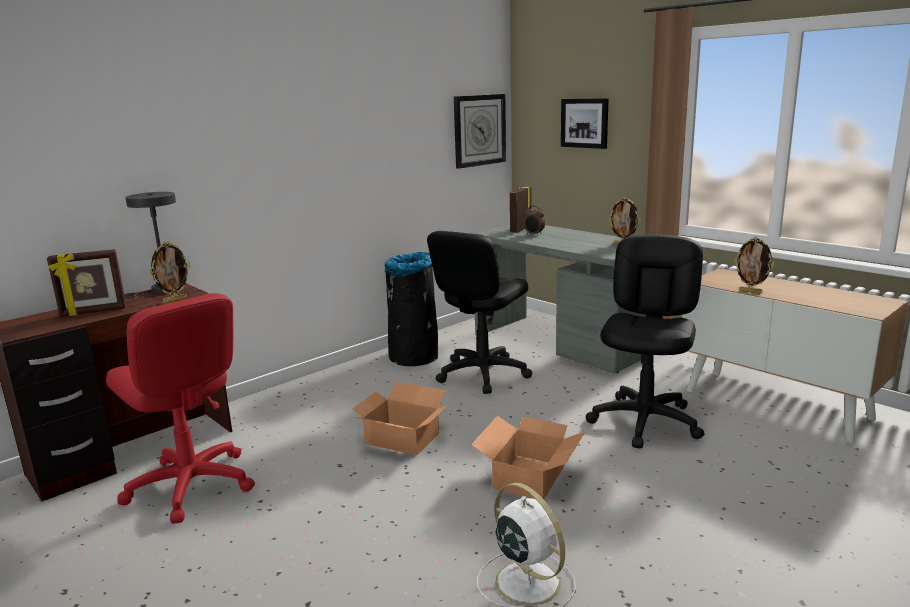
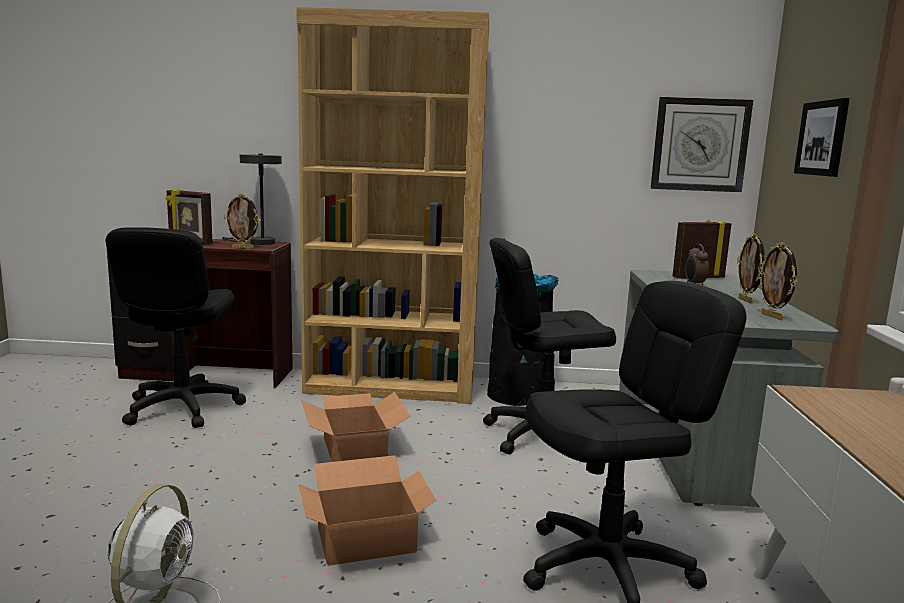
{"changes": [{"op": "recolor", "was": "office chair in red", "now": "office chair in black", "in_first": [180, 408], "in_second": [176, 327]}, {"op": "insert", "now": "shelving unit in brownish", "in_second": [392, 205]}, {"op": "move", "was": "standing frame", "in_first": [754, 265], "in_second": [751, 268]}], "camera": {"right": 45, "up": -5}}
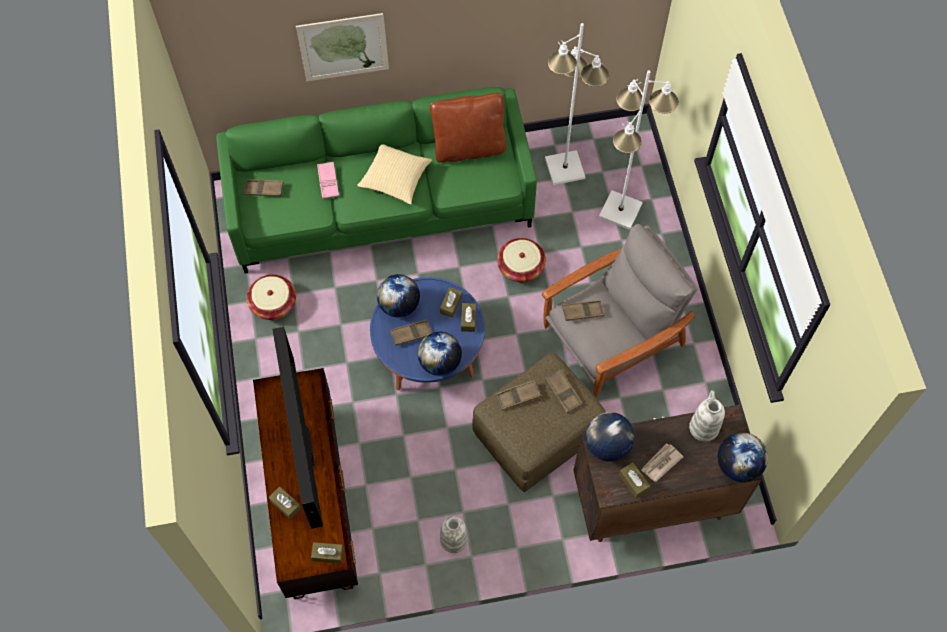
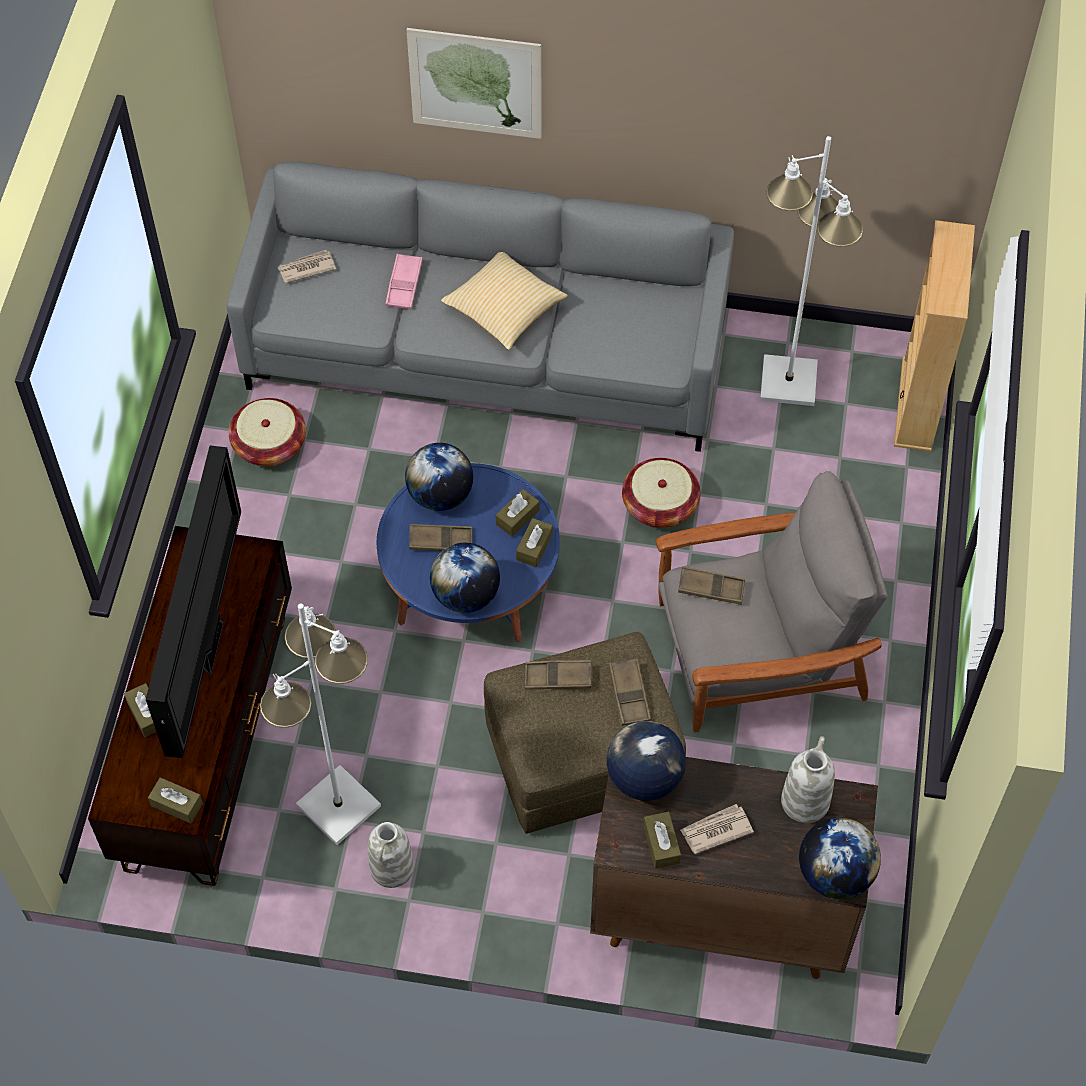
{"changes": [{"op": "recolor", "was": "couch in green-coloured", "now": "couch in gray", "in_first": [376, 180], "in_second": [480, 307]}, {"op": "move", "was": "standing lamp in white-coloured", "in_first": [639, 150], "in_second": [320, 724]}, {"op": "replace", "was": "serving tray in brownish", "now": "printed paper", "in_first": [263, 188], "in_second": [307, 266]}, {"op": "insert", "now": "shelving unit in beige-coloured", "in_second": [934, 336]}, {"op": "delete", "was": "throw pillow in brownish", "in_first": [468, 128]}], "camera": {"right": 20, "up": -5}}
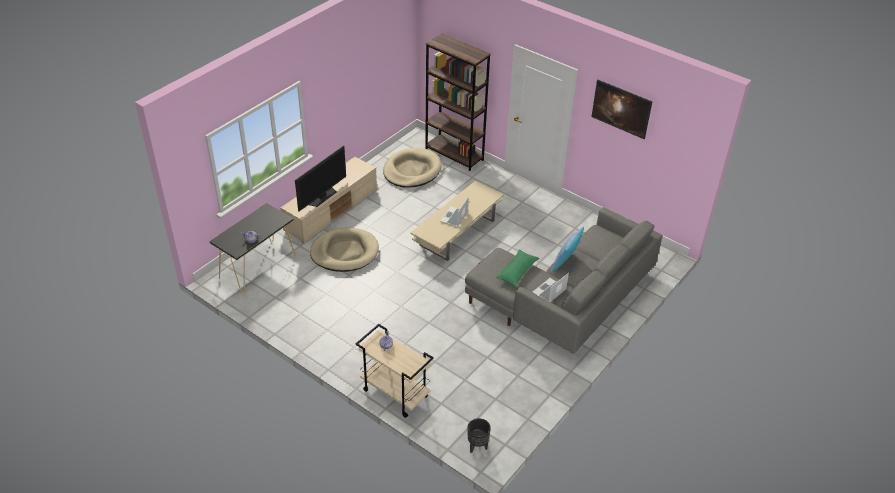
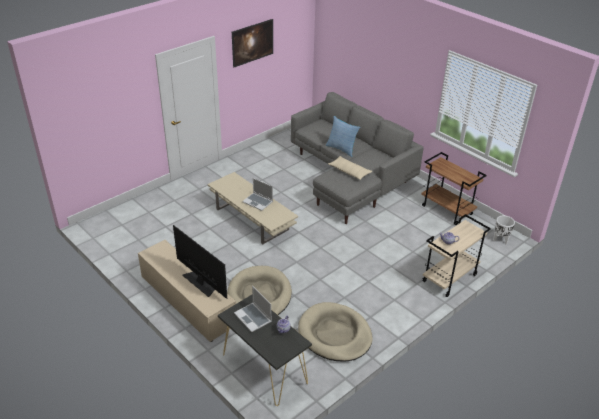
{"changes": [{"op": "move", "was": "portable computer", "in_first": [551, 287], "in_second": [253, 309]}, {"op": "move", "was": "pet bed in beige-coloured", "in_first": [412, 168], "in_second": [335, 331]}, {"op": "recolor", "was": "throw pillow in green-coloured", "now": "throw pillow in beige-coloured", "in_first": [517, 268], "in_second": [350, 168]}, {"op": "insert", "now": "wheeled cart in brownish", "in_second": [454, 188]}, {"op": "recolor", "was": "planter in black", "now": "planter in white-coloured", "in_first": [479, 435], "in_second": [504, 230]}, {"op": "delete", "was": "shelving unit in brownish", "in_first": [458, 102]}], "camera": {"right": -80, "up": -5}}
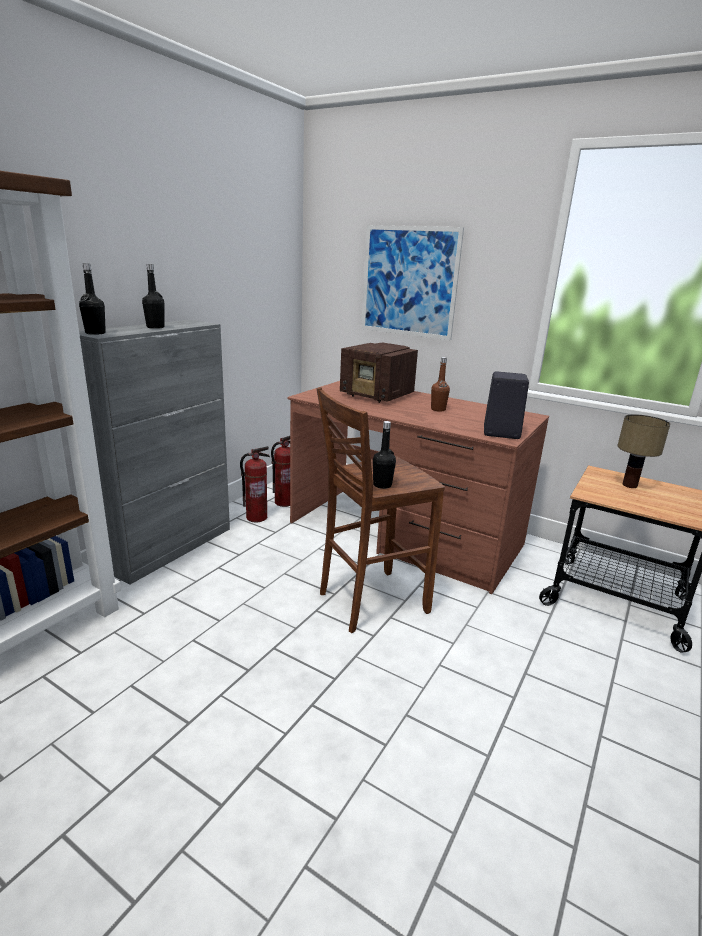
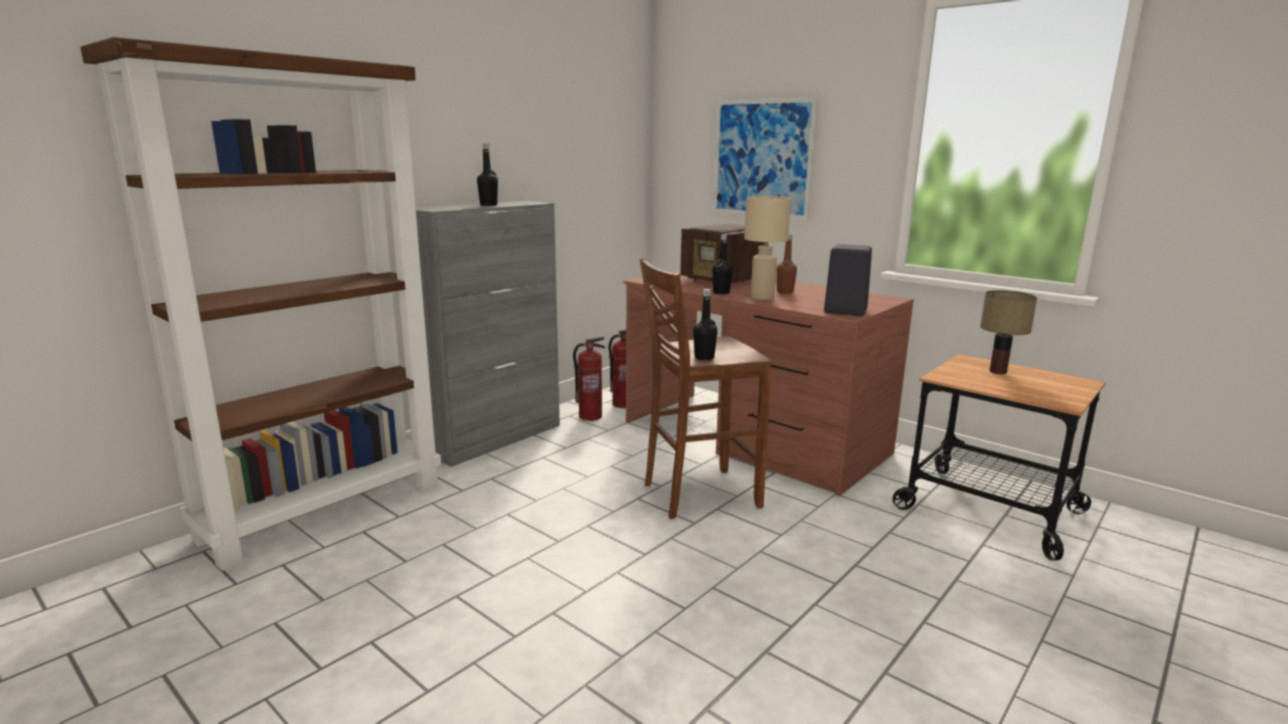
{"changes": [{"op": "move", "was": "bottle in black", "in_first": [92, 299], "in_second": [722, 264]}, {"op": "insert", "now": "table lamp in beige-coloured", "in_second": [767, 248]}], "camera": {"right": 10, "up": -5}}
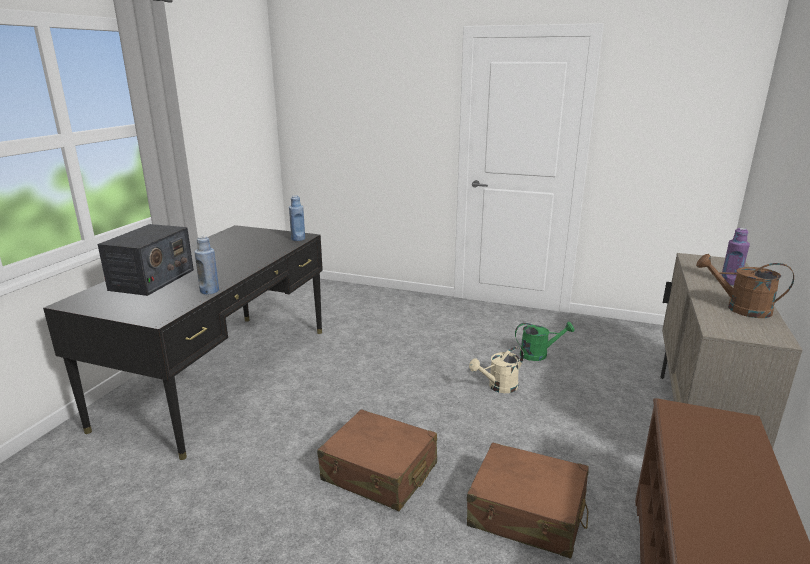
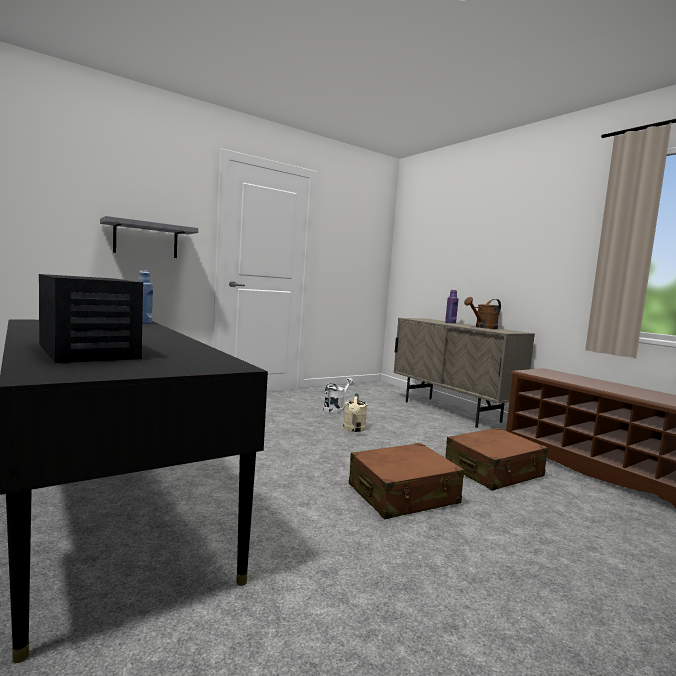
{"changes": [{"op": "insert", "now": "bracket shelf in gray", "in_second": [149, 237]}, {"op": "recolor", "was": "watering can in green-coloured", "now": "watering can in white-coloured", "in_first": [544, 341], "in_second": [338, 395]}, {"op": "delete", "was": "bottle in bluish", "in_first": [207, 265]}], "camera": {"right": -55, "up": -15}}
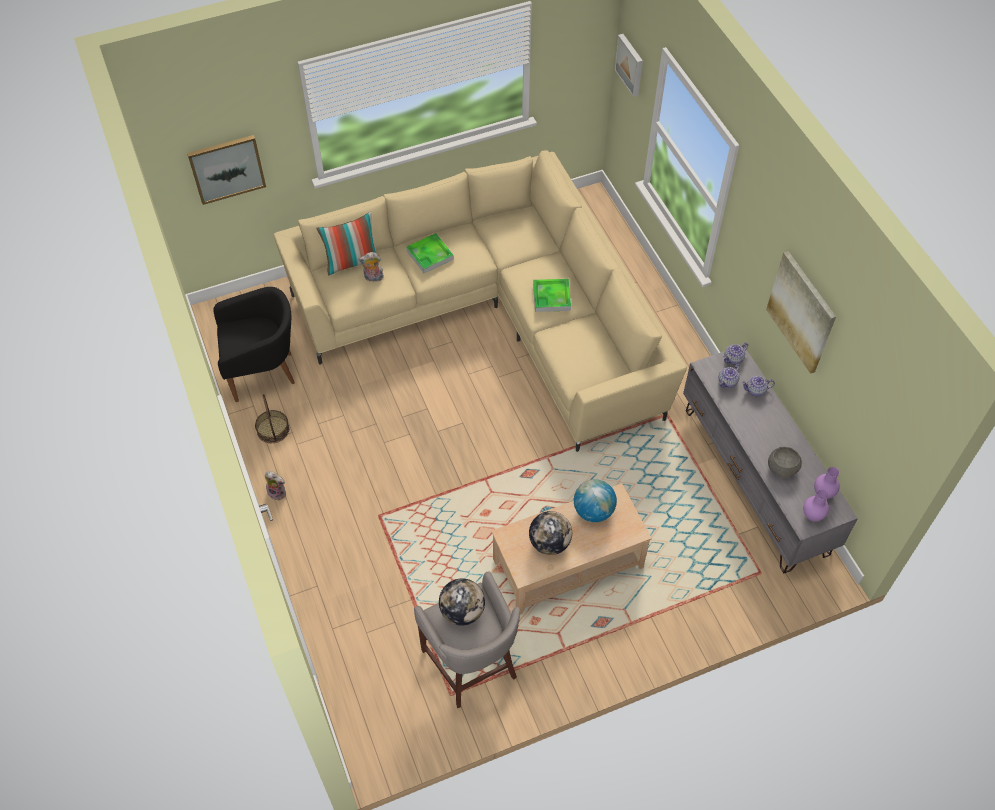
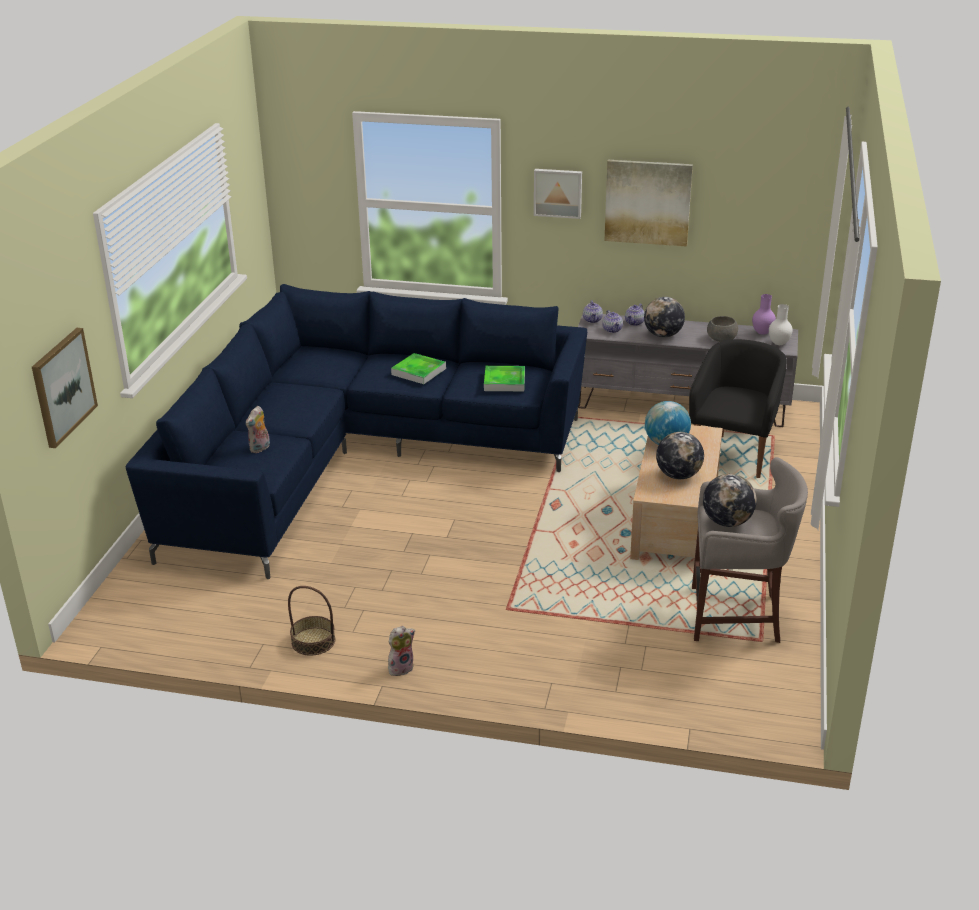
{"changes": [{"op": "recolor", "was": "couch in beige-coloured", "now": "couch in bluish", "in_first": [480, 301], "in_second": [356, 431]}, {"op": "move", "was": "serving tray", "in_first": [430, 253], "in_second": [504, 378]}, {"op": "move", "was": "wall picture", "in_first": [629, 65], "in_second": [558, 194]}, {"op": "insert", "now": "globe", "in_second": [664, 317]}, {"op": "move", "was": "easy chair in black", "in_first": [254, 344], "in_second": [738, 408]}, {"op": "recolor", "was": "flower vase in purple", "now": "flower vase in white-coloured", "in_first": [816, 505], "in_second": [781, 324]}, {"op": "delete", "was": "throw pillow", "in_first": [348, 243]}], "camera": {"right": -55, "up": -25}}
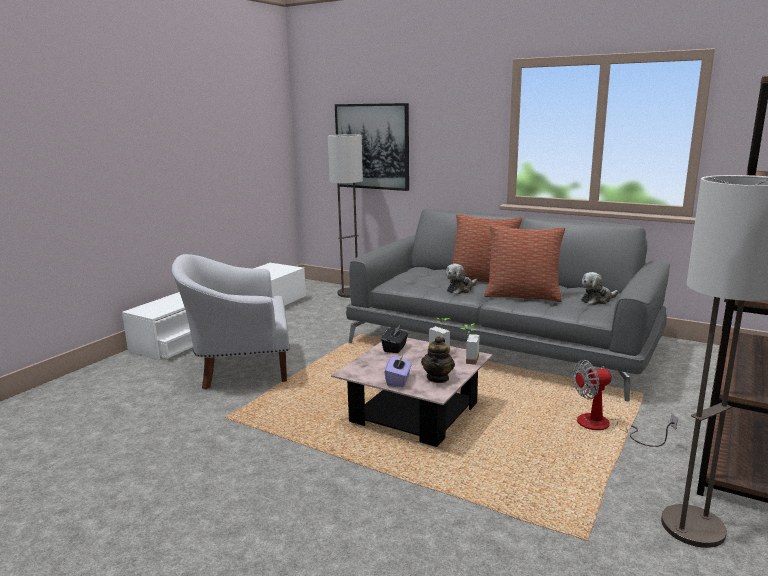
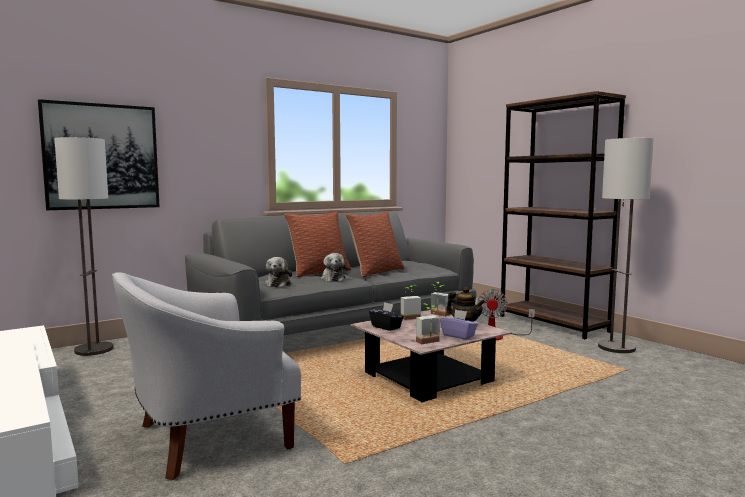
{"changes": [{"op": "rotate", "was": "easy chair in white-coloured", "in_first": [231, 322], "in_second": [206, 376], "clockwise": 45}, {"op": "move", "was": "soft toy", "in_first": [599, 288], "in_second": [278, 272]}, {"op": "insert", "now": "plant in a pot", "in_second": [428, 324]}], "camera": {"right": -65, "up": -10}}
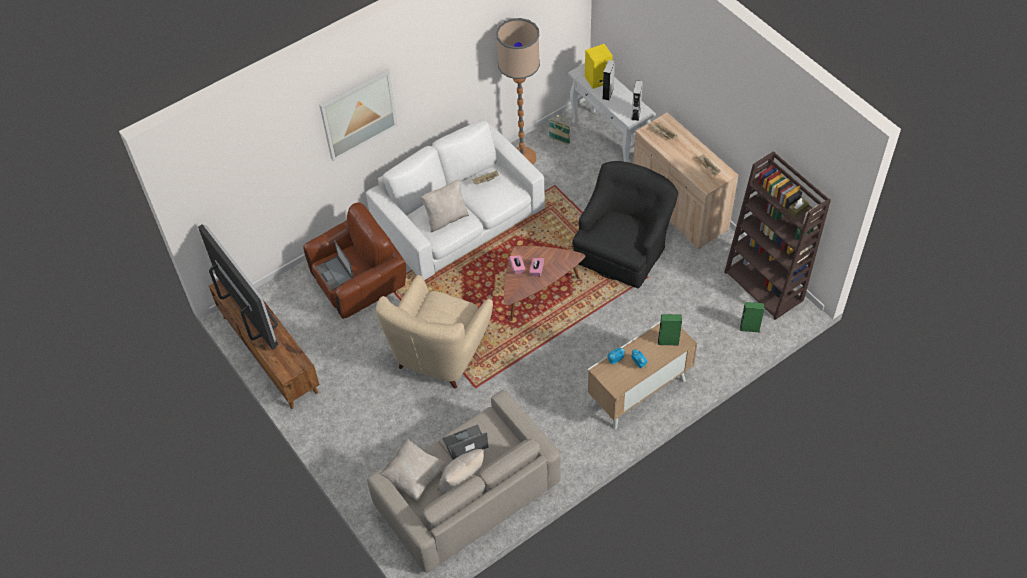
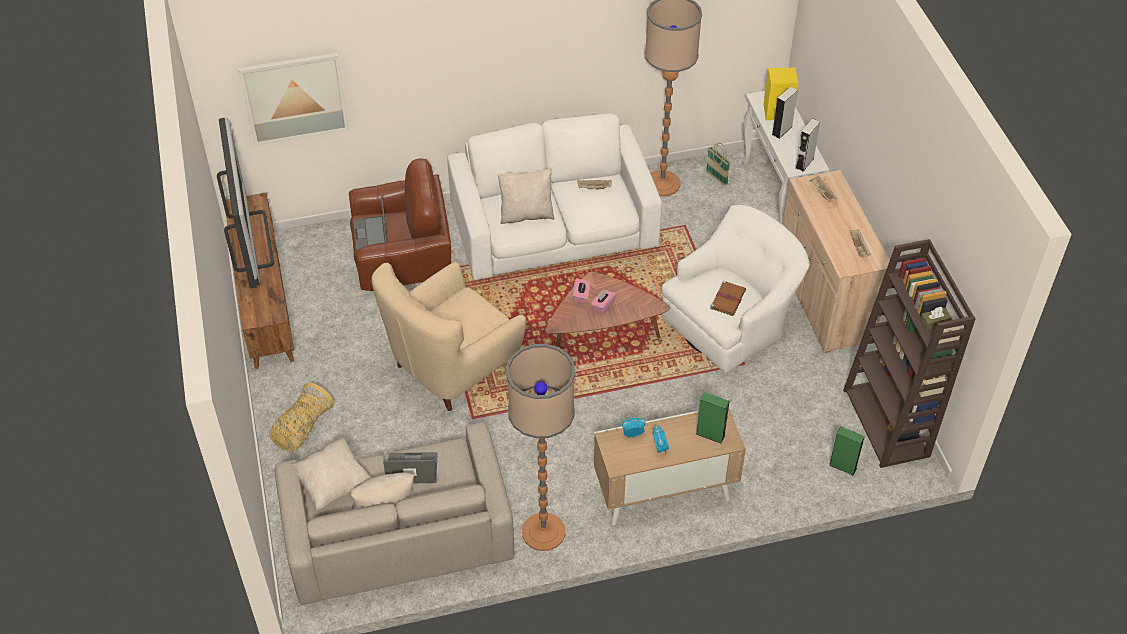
{"changes": [{"op": "move", "was": "wall picture", "in_first": [358, 115], "in_second": [293, 99]}, {"op": "insert", "now": "storage basket", "in_second": [301, 417]}, {"op": "insert", "now": "standing lamp", "in_second": [540, 447]}, {"op": "recolor", "was": "easy chair in black", "now": "easy chair in white-coloured", "in_first": [625, 224], "in_second": [735, 289]}, {"op": "insert", "now": "bound book in brownish", "in_second": [728, 298]}], "camera": {"right": 20, "up": -5}}
